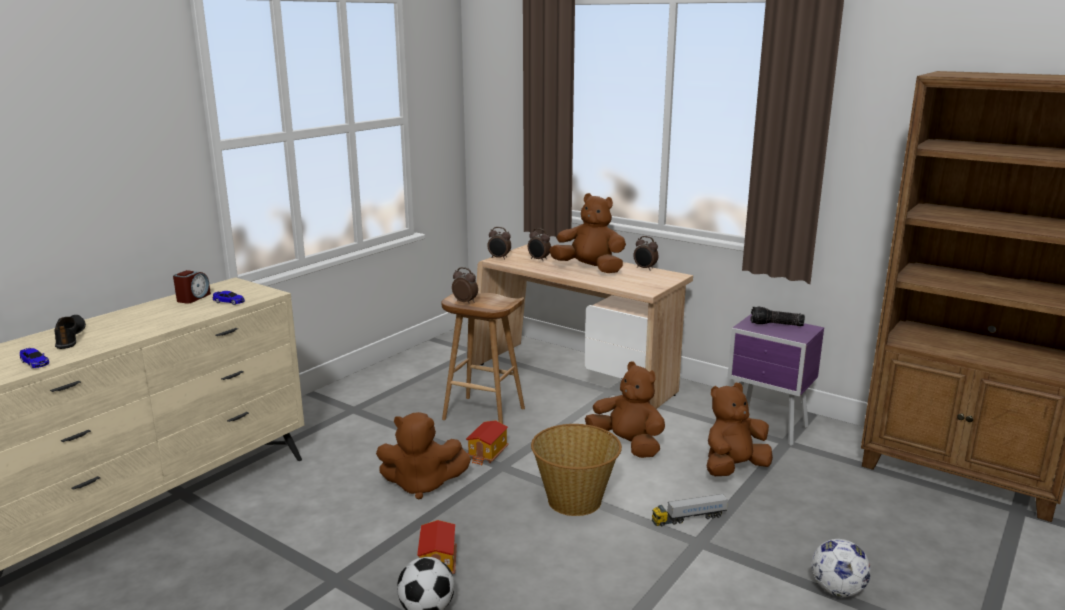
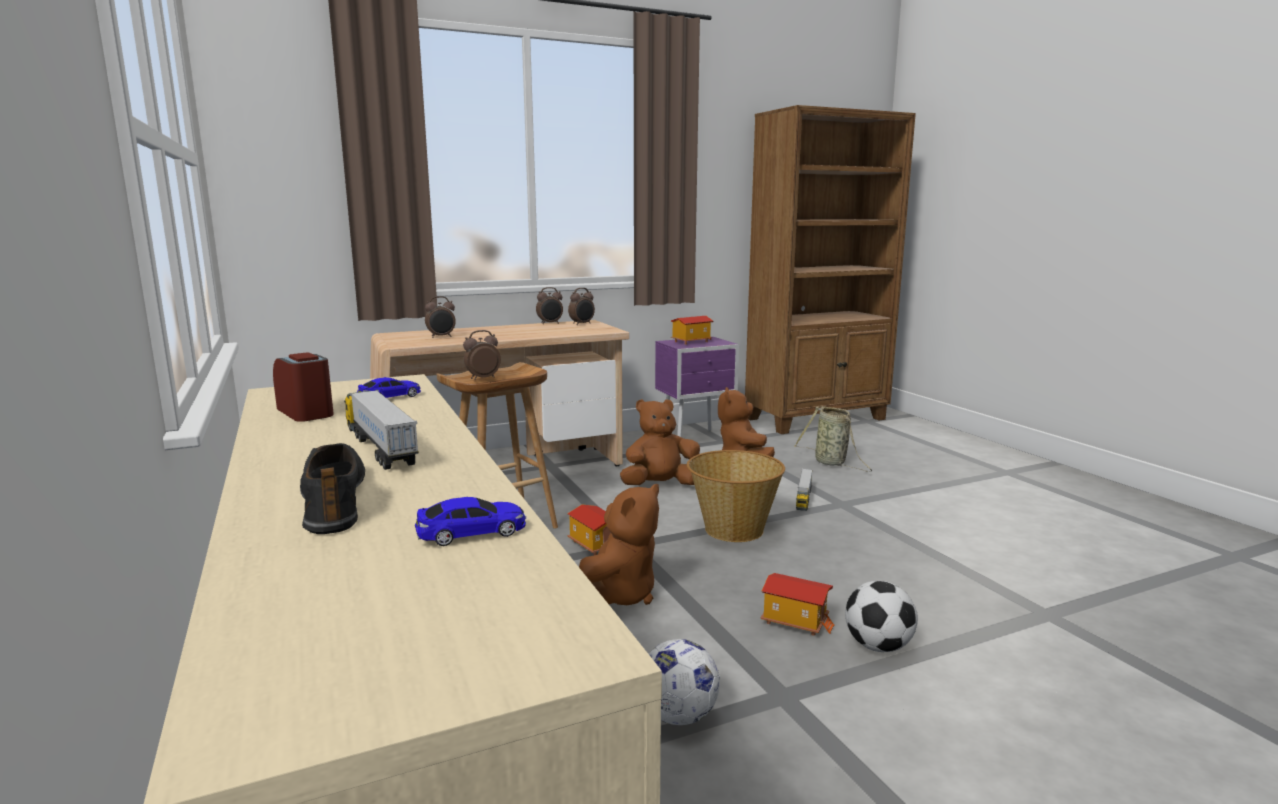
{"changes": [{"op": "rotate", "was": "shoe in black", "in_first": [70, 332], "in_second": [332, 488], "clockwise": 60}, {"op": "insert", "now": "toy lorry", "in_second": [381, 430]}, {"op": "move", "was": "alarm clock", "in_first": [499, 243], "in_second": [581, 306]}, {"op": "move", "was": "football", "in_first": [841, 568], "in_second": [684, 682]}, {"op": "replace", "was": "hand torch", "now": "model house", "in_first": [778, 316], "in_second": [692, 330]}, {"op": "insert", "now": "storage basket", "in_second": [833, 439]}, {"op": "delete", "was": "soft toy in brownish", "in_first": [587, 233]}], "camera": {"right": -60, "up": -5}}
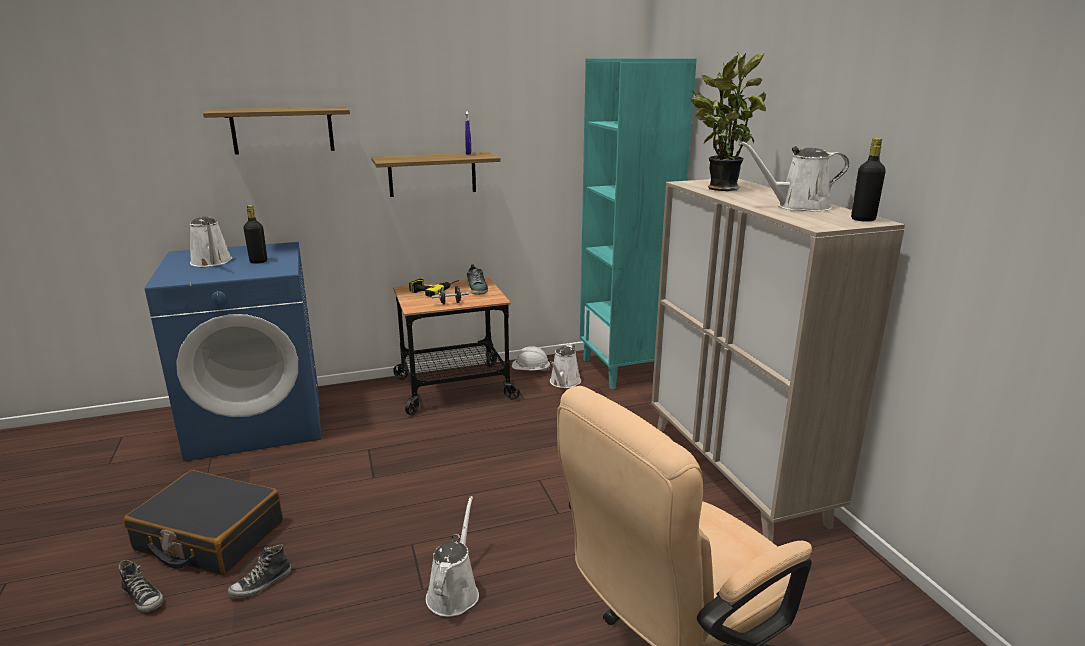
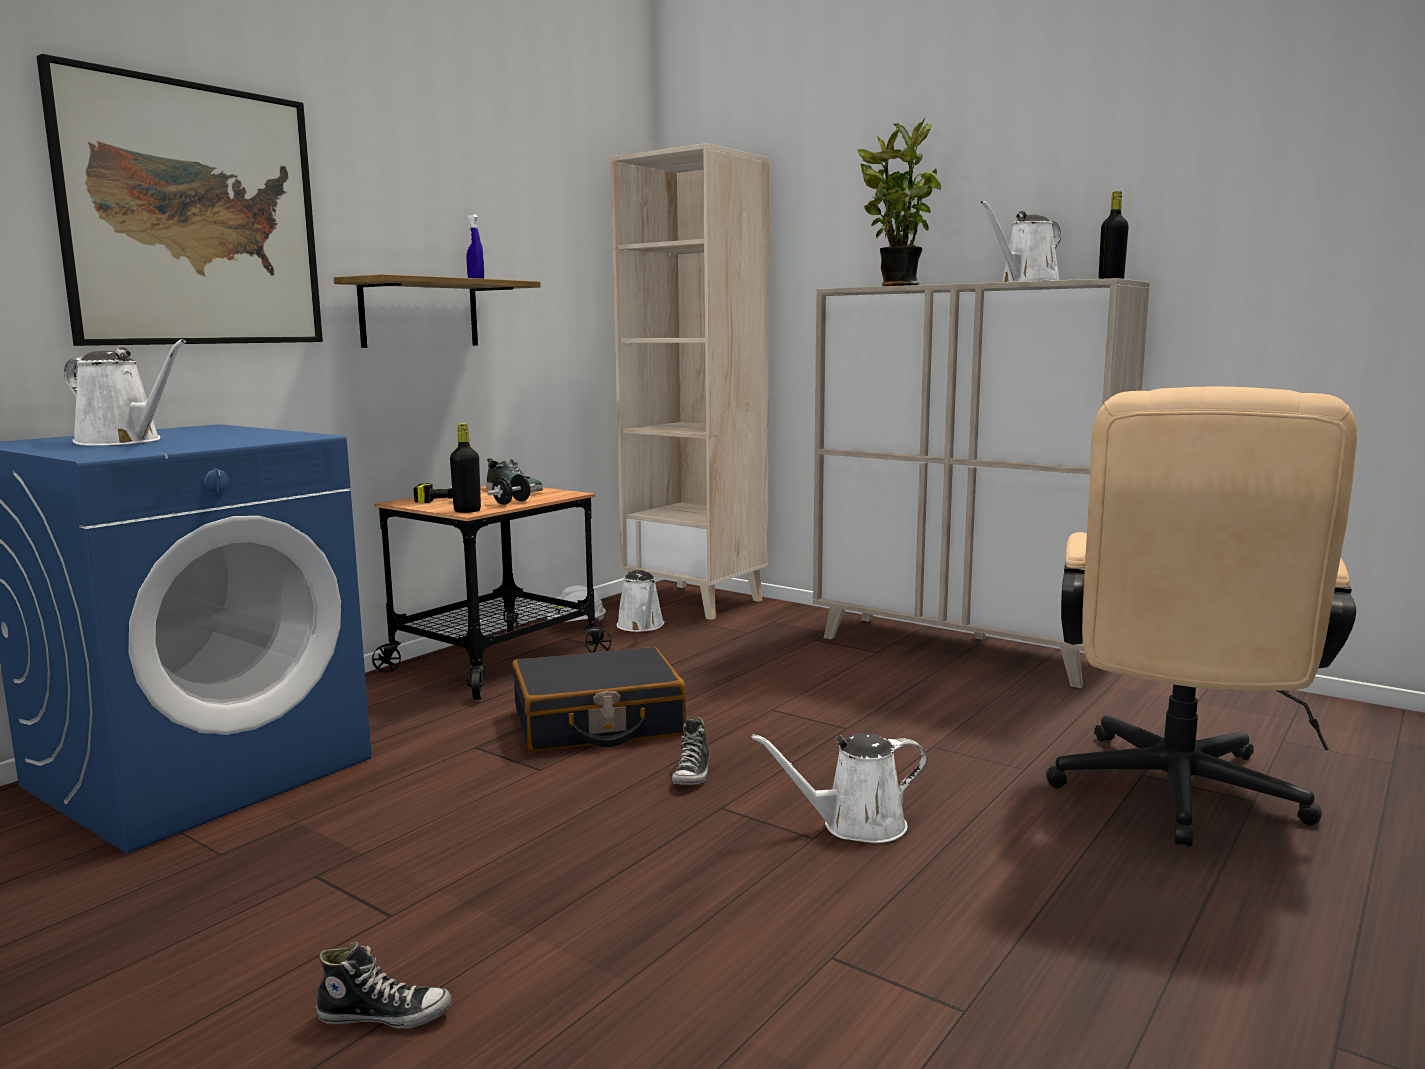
{"changes": [{"op": "replace", "was": "bracket shelf", "now": "wall picture", "in_first": [276, 130], "in_second": [179, 200]}, {"op": "move", "was": "bottle in black", "in_first": [255, 234], "in_second": [465, 468]}, {"op": "move", "was": "suitcase in black", "in_first": [203, 523], "in_second": [599, 699]}, {"op": "recolor", "was": "shelving unit in blue-green", "now": "shelving unit in beige-coloured", "in_first": [638, 223], "in_second": [689, 381]}, {"op": "move", "was": "shoe", "in_first": [259, 571], "in_second": [691, 751]}, {"op": "rotate", "was": "watering can in white-coloured", "in_first": [452, 556], "in_second": [839, 788], "clockwise": -75}], "camera": {"right": -35, "up": -10}}
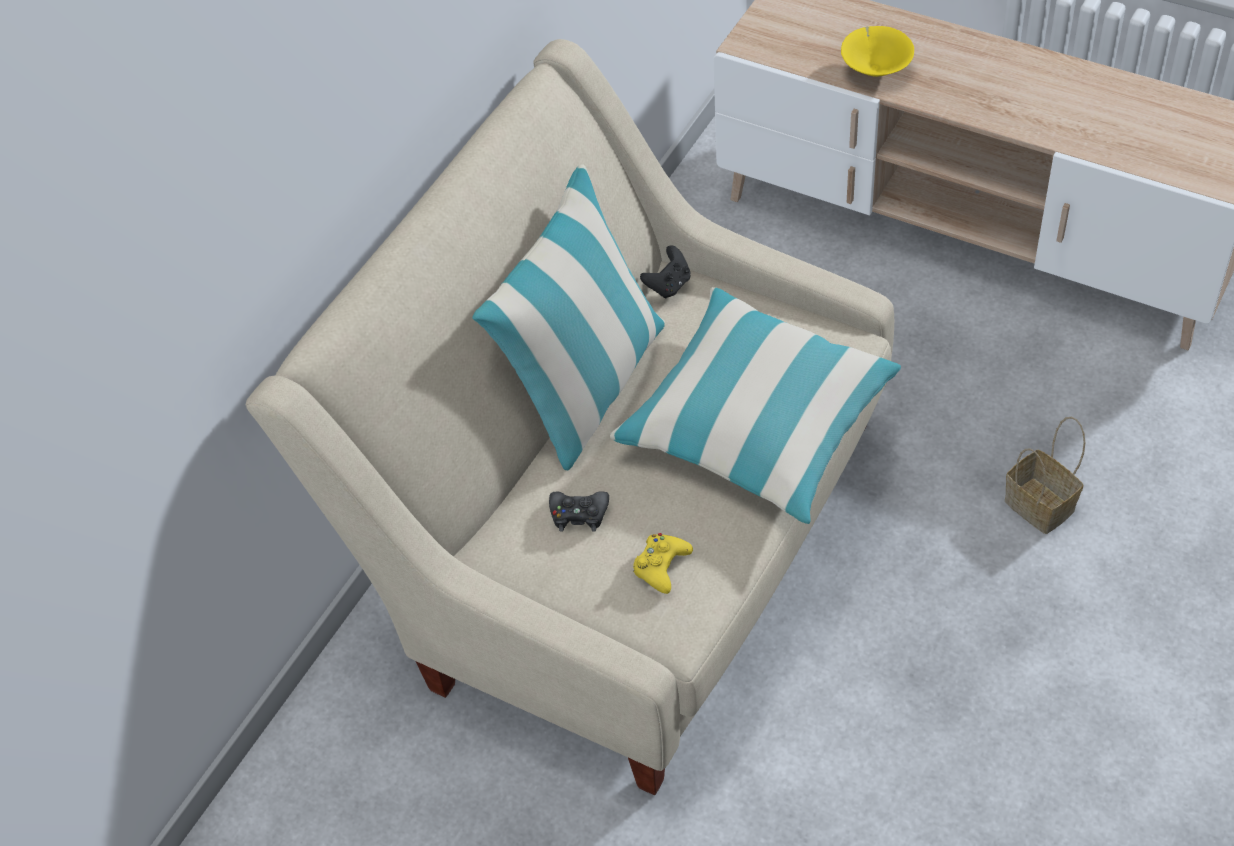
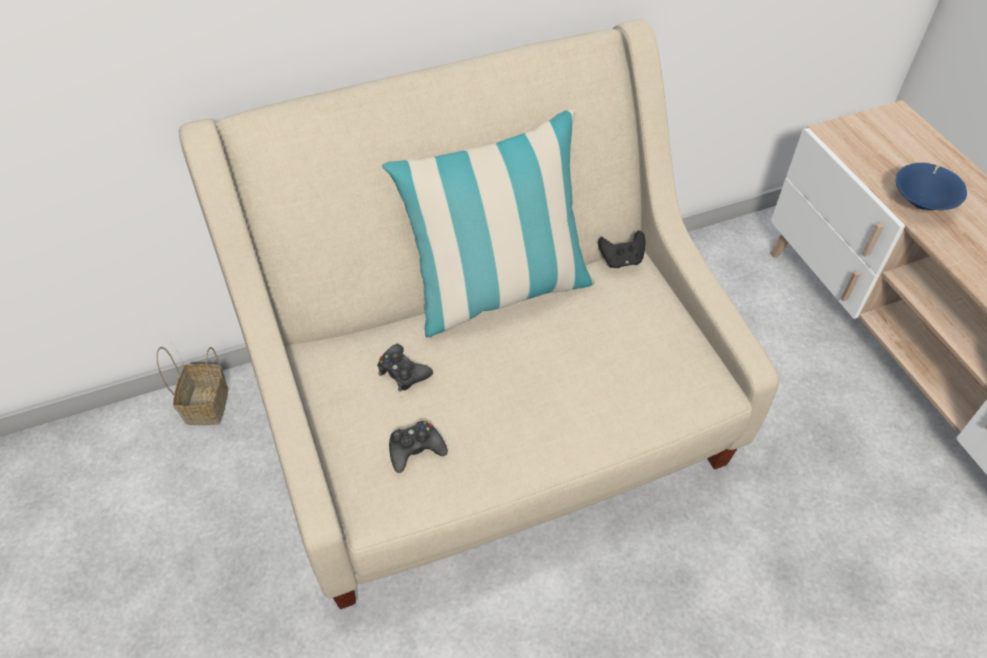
{"changes": [{"op": "move", "was": "storage basket", "in_first": [1045, 475], "in_second": [192, 386]}, {"op": "recolor", "was": "game controller in yellow", "now": "game controller in black", "in_first": [663, 563], "in_second": [418, 447]}, {"op": "recolor", "was": "deep dish in yellow", "now": "deep dish in bluish", "in_first": [877, 51], "in_second": [931, 186]}, {"op": "delete", "was": "throw pillow", "in_first": [755, 405]}], "camera": {"right": 35, "up": 0}}
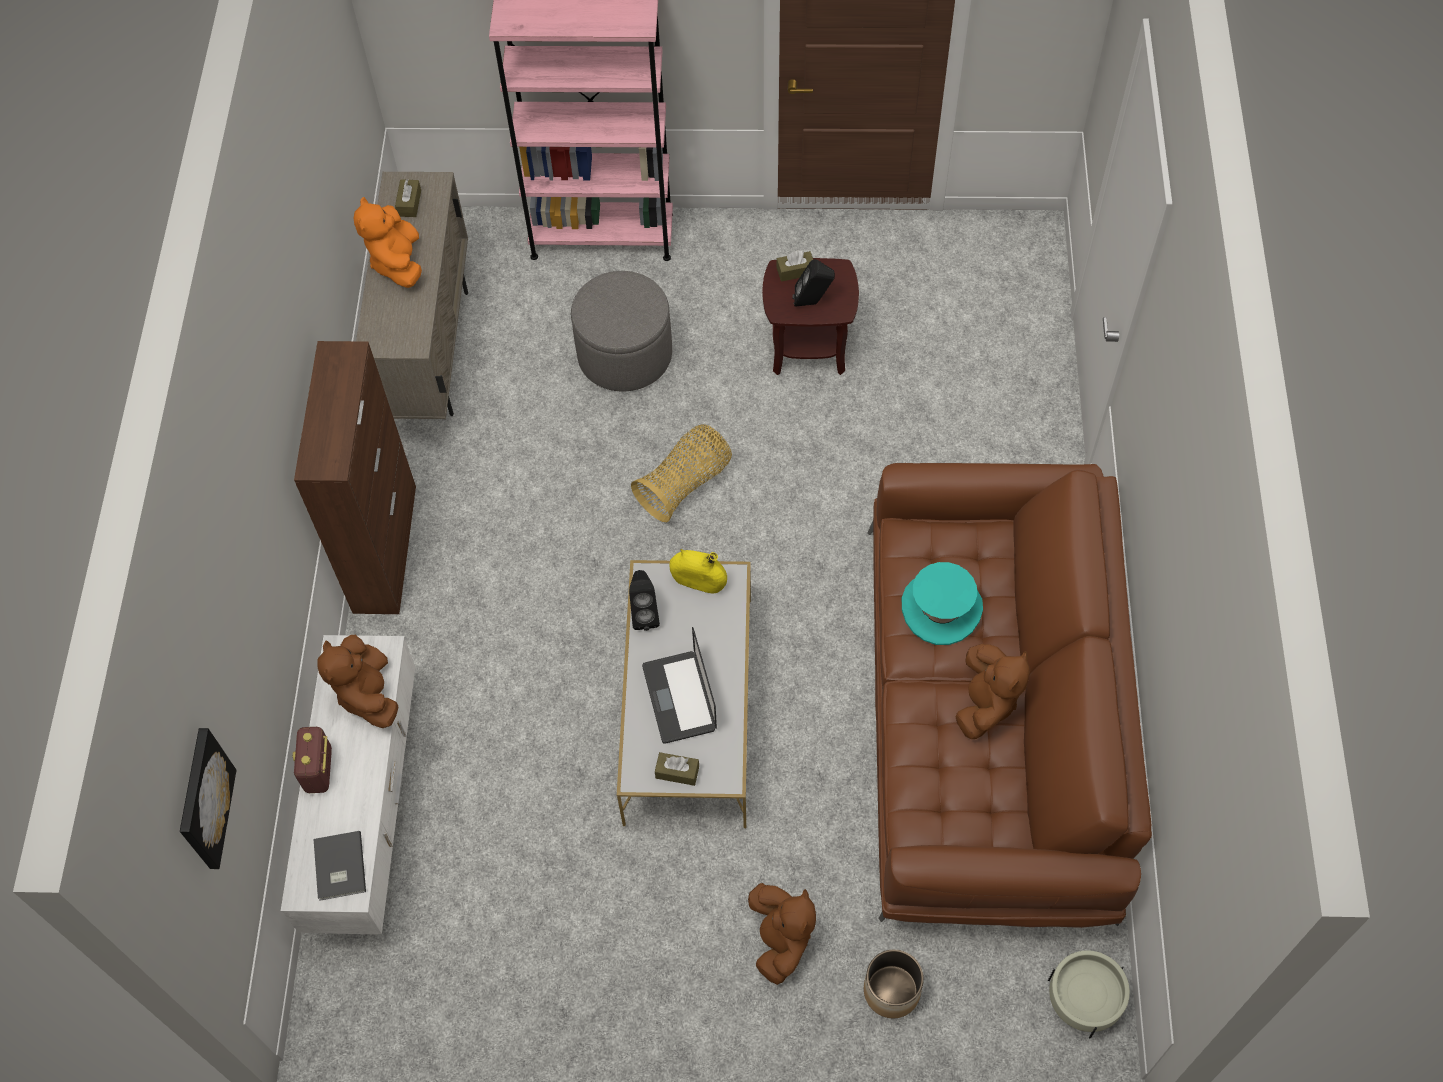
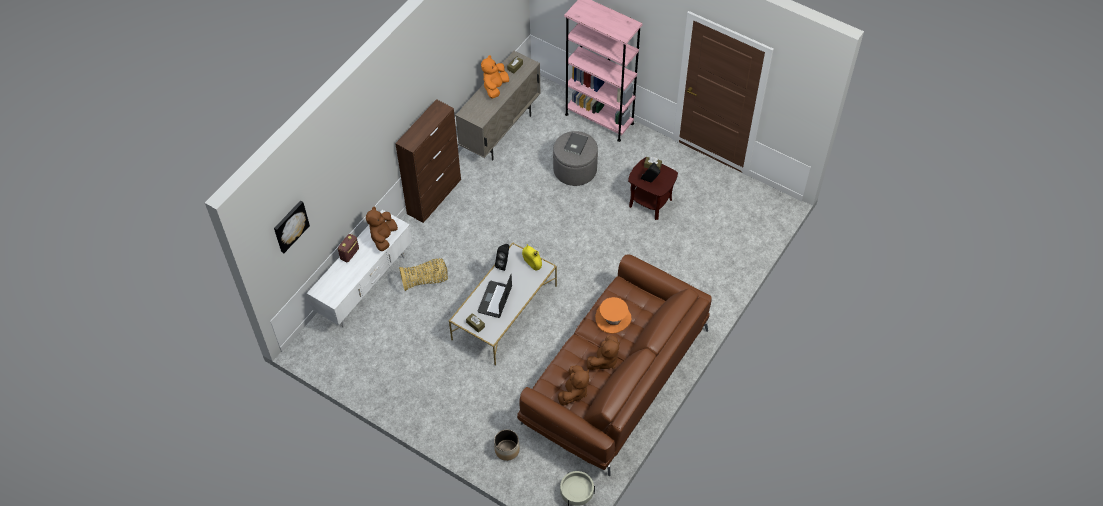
{"changes": [{"op": "move", "was": "storage basket", "in_first": [681, 473], "in_second": [423, 274]}, {"op": "move", "was": "soft toy in brownish", "in_first": [782, 934], "in_second": [573, 385]}, {"op": "move", "was": "bound book in gray", "in_first": [340, 866], "in_second": [576, 143]}, {"op": "recolor", "was": "clothing hat in blue-green", "now": "clothing hat in orange", "in_first": [942, 603], "in_second": [613, 315]}], "camera": {"right": 30, "up": -5}}
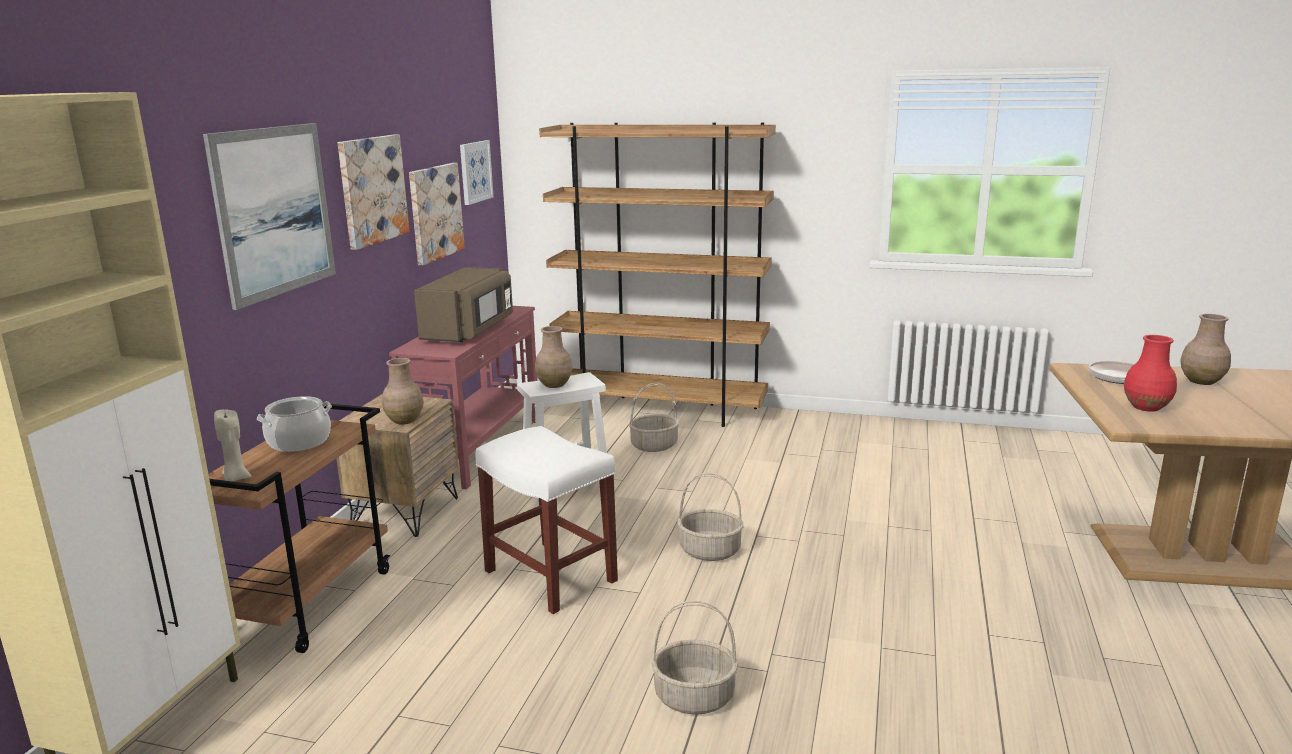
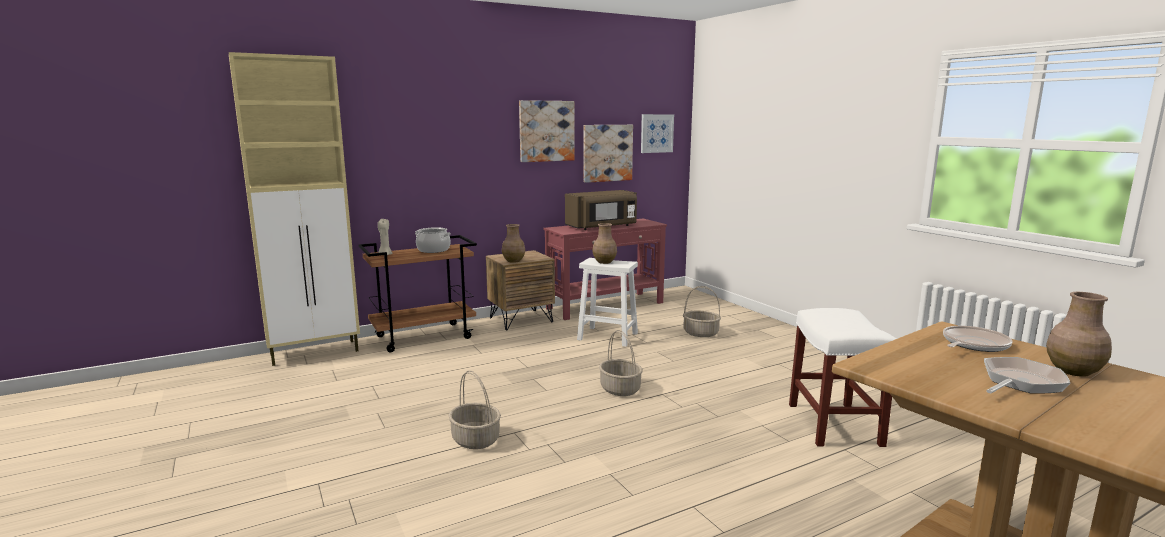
{"changes": [{"op": "move", "was": "sitting stool in white-coloured", "in_first": [546, 520], "in_second": [843, 377]}, {"op": "insert", "now": "frying pan", "in_second": [1027, 375]}, {"op": "delete", "was": "wall picture", "in_first": [269, 216]}, {"op": "delete", "was": "shelving unit in brownish", "in_first": [657, 275]}, {"op": "delete", "was": "flower vase in red", "in_first": [1150, 373]}], "camera": {"right": 45, "up": -5}}
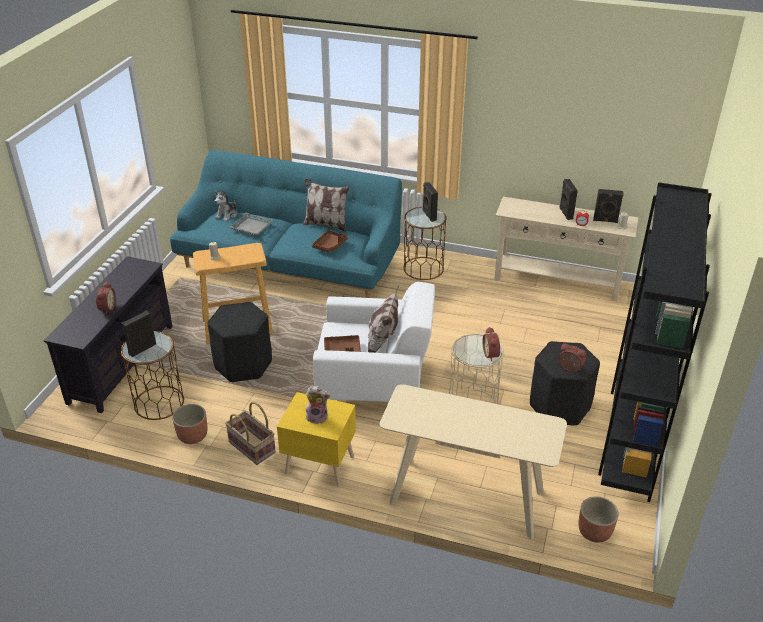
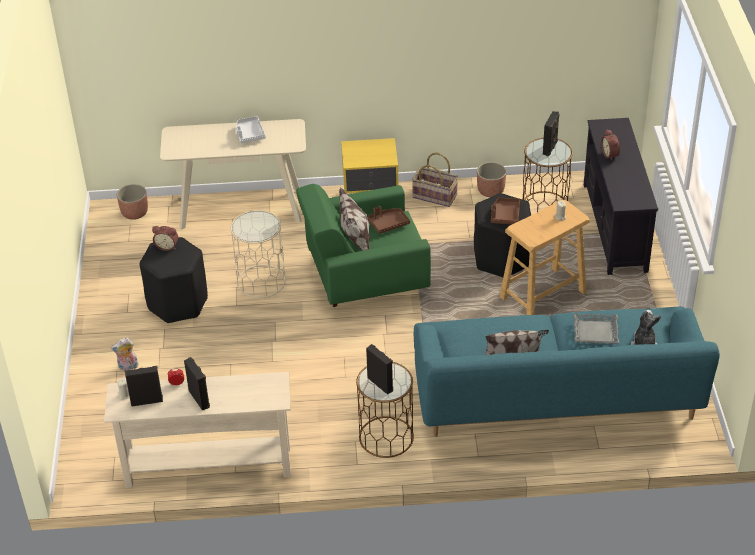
{"changes": [{"op": "move", "was": "soft toy", "in_first": [318, 405], "in_second": [125, 354]}, {"op": "insert", "now": "serving tray in gray", "in_second": [251, 129]}, {"op": "recolor", "was": "easy chair in white-coloured", "now": "easy chair in green-coloured", "in_first": [374, 342], "in_second": [363, 245]}, {"op": "move", "was": "serving tray in brownish", "in_first": [330, 241], "in_second": [505, 211]}, {"op": "delete", "was": "alarm clock", "in_first": [491, 344]}, {"op": "delete", "was": "shelving unit in black", "in_first": [655, 342]}], "camera": {"right": 160, "up": 5}}
